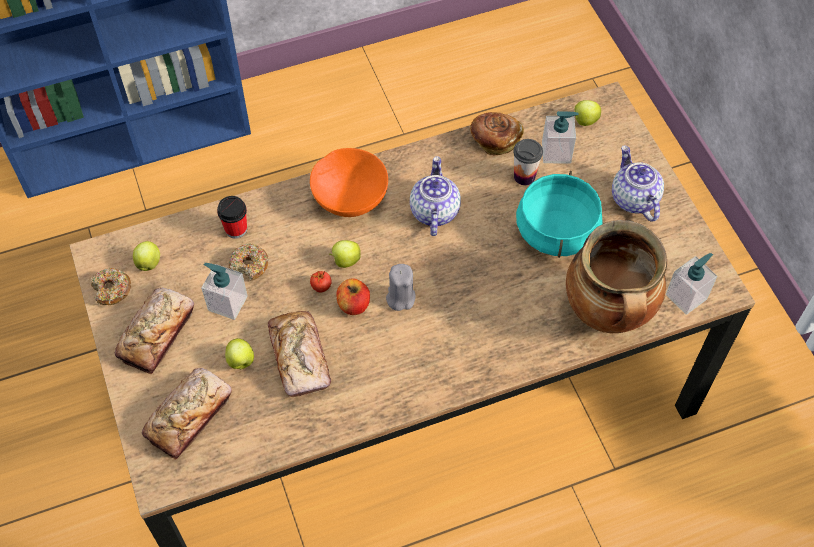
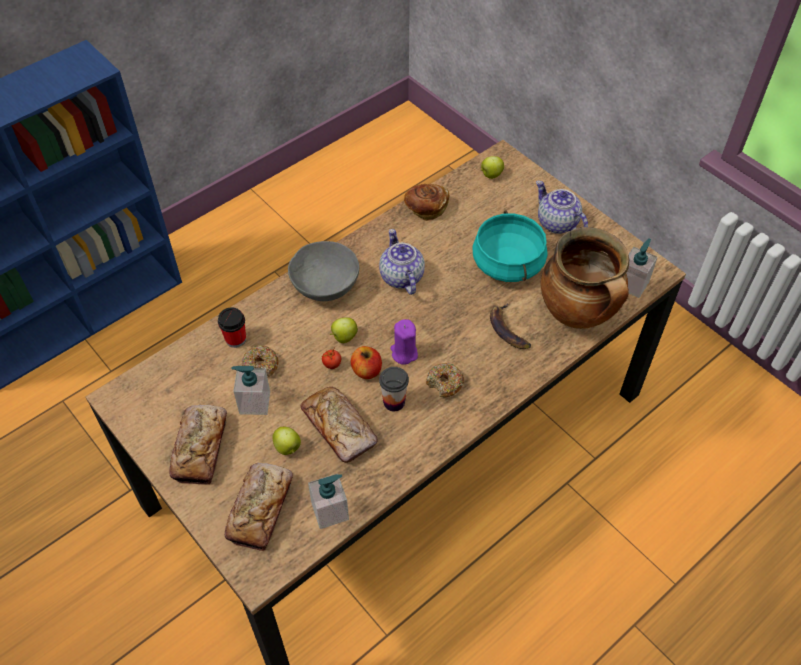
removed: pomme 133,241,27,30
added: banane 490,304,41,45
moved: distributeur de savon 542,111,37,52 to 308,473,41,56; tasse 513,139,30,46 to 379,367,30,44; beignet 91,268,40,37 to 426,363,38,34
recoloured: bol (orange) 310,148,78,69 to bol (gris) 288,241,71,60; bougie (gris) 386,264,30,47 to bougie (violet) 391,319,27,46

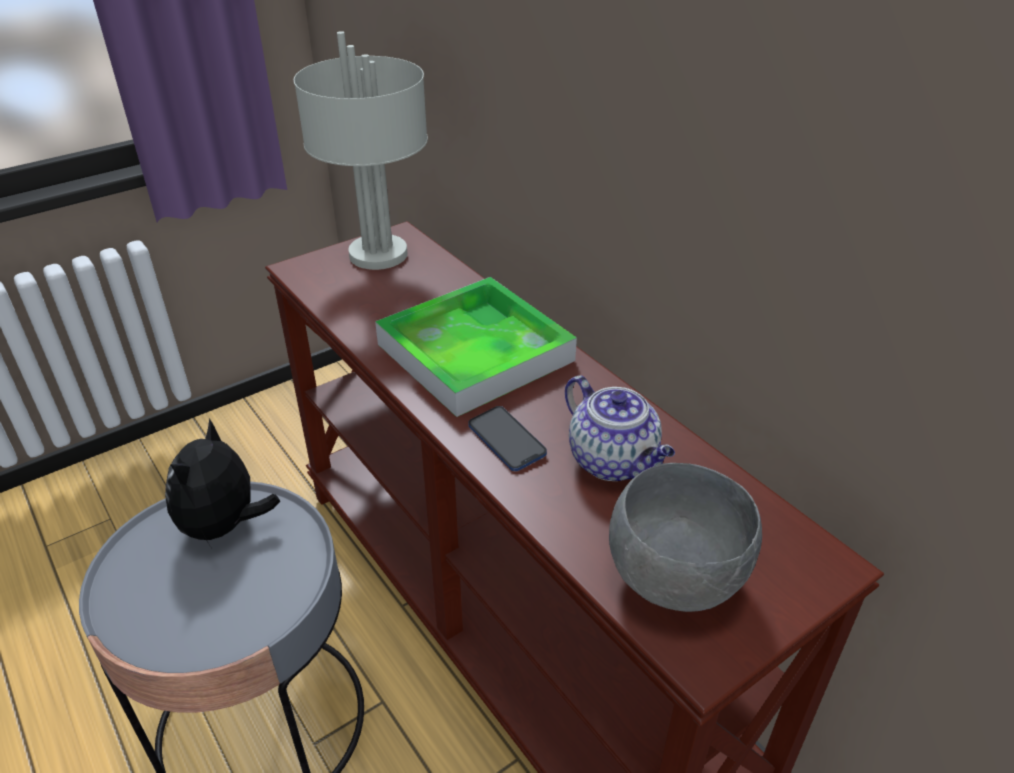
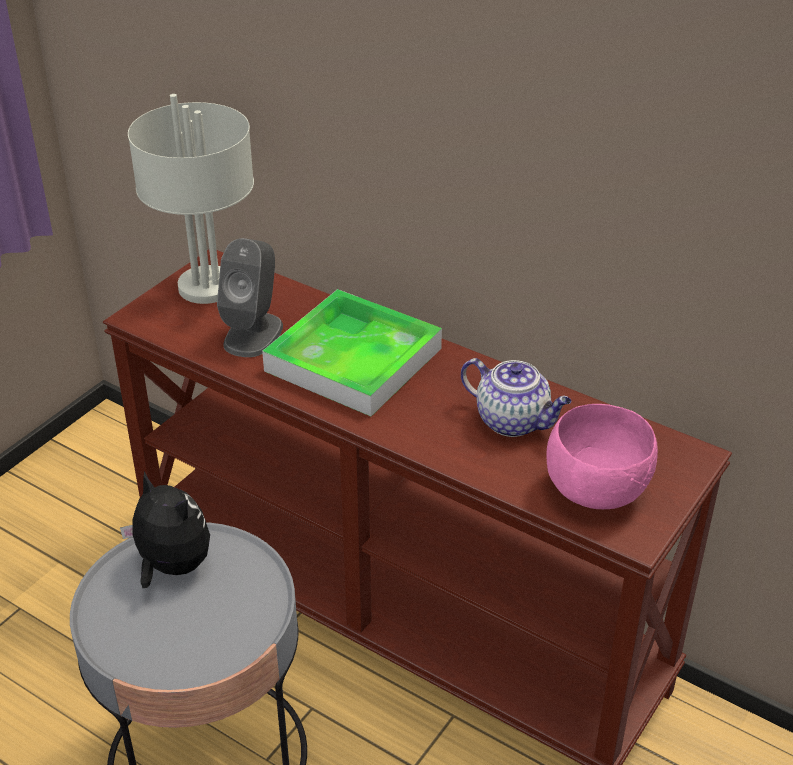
removed: téléphone 468,406,79,65
added: enceinte (gris) 217,238,66,119
recoloured: bol (gris) 609,463,153,149 to bol (rose) 546,404,112,105
turned: peluche 165,418,115,129 = 120,471,90,117 135 degrees clockwise

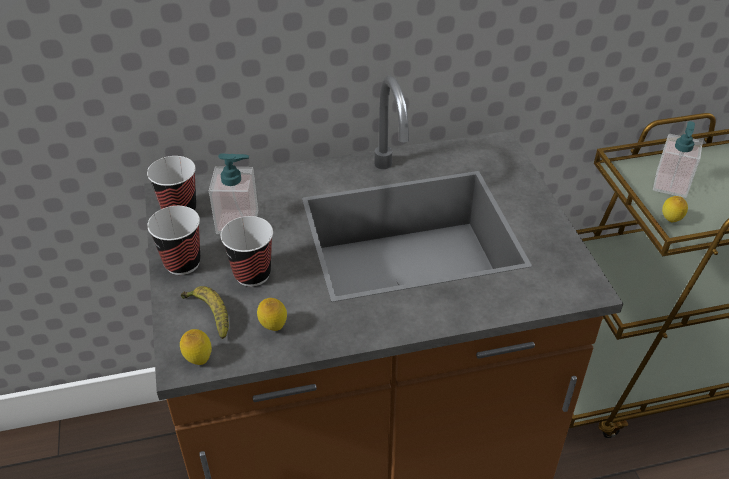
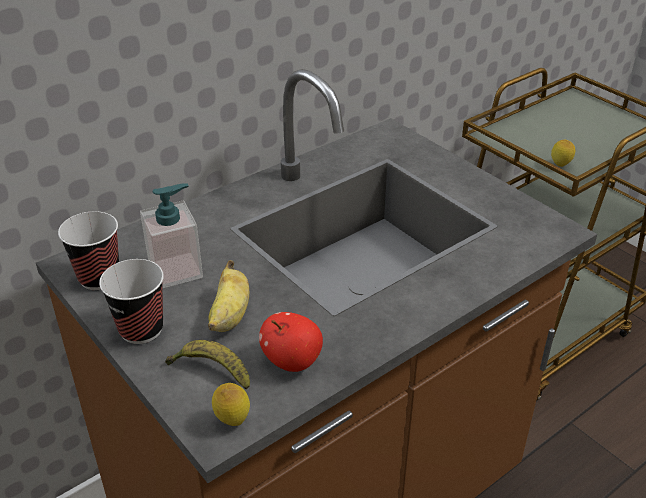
removed: distributeur de savon 653,121,50,77
replaced: tasse 220,216,53,71 to banane 208,260,41,72; citron 257,298,30,33 to pomme 259,312,64,60

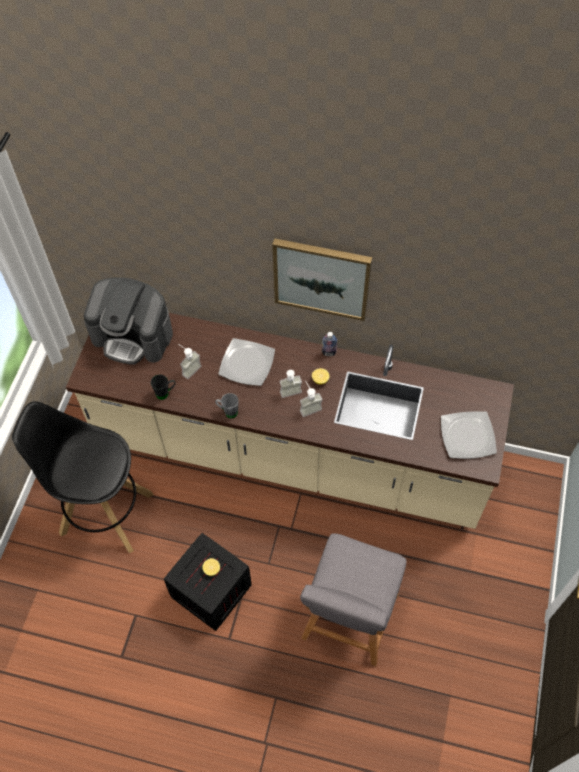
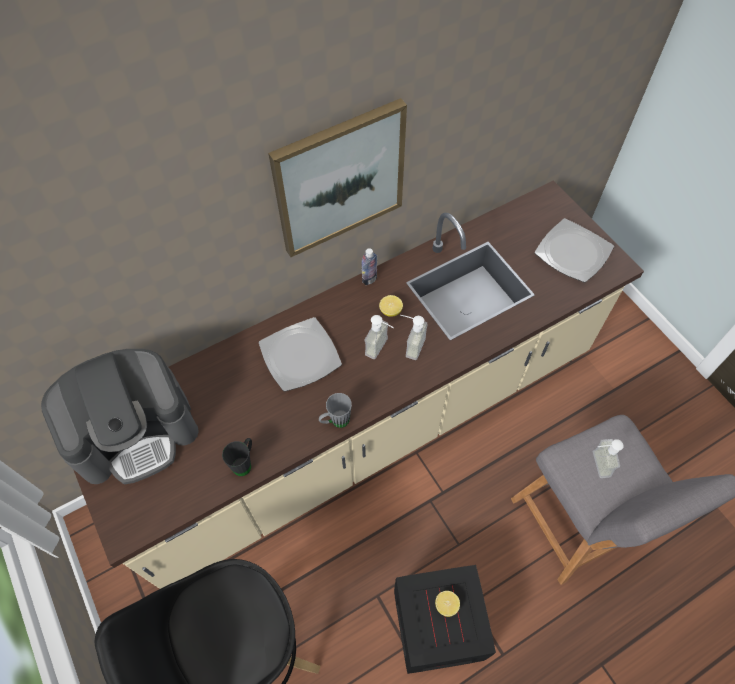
moved: distributeur de savon 178,344,24,35 to 593,439,31,39

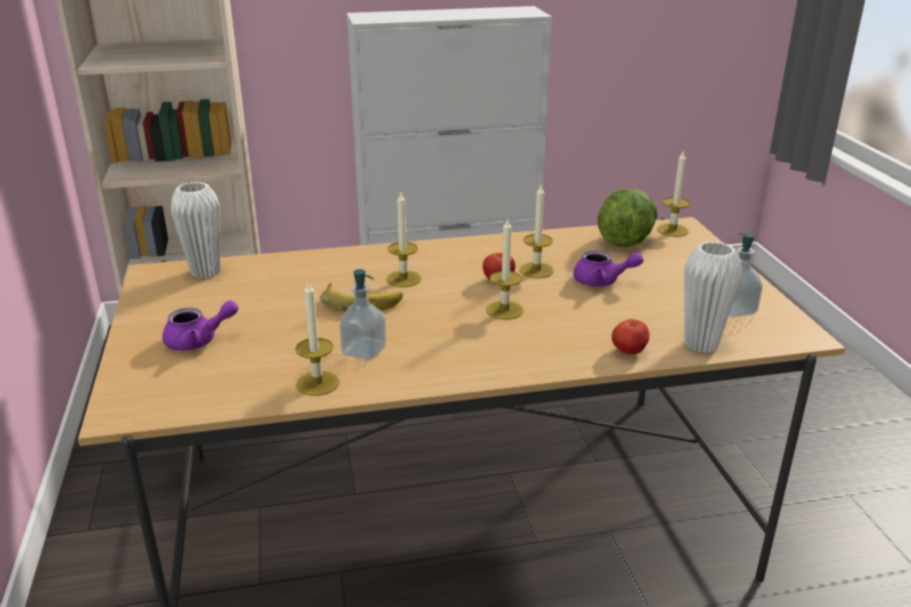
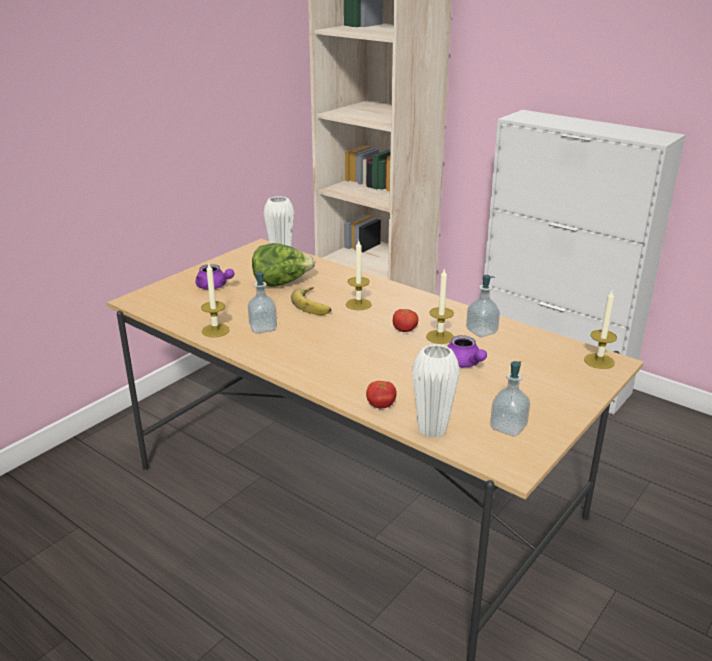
removed: bougie 486,218,37,102
added: distributeur de savon 466,275,34,62
moved: laitue 597,189,60,58 to 252,243,63,44

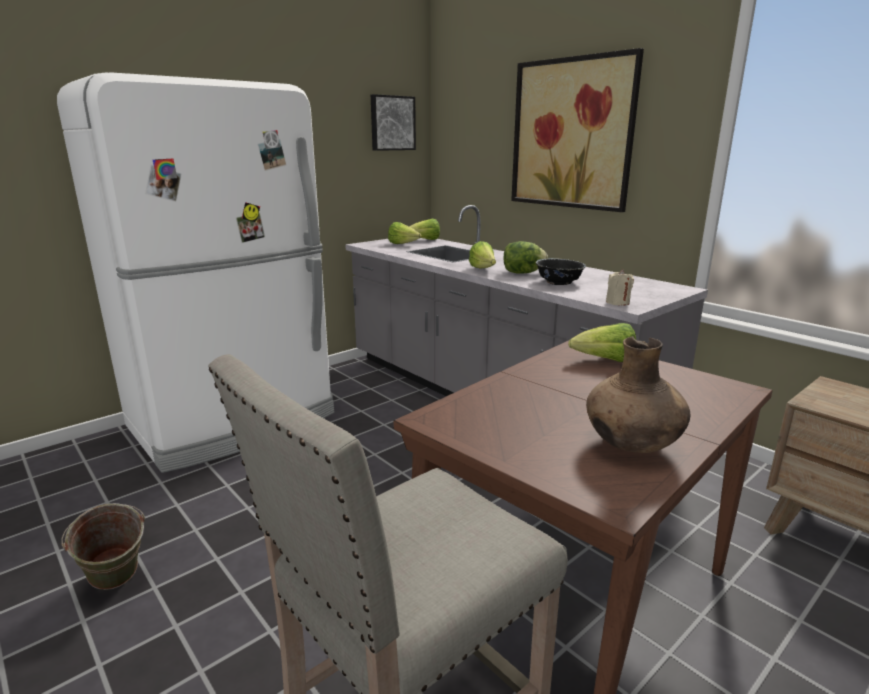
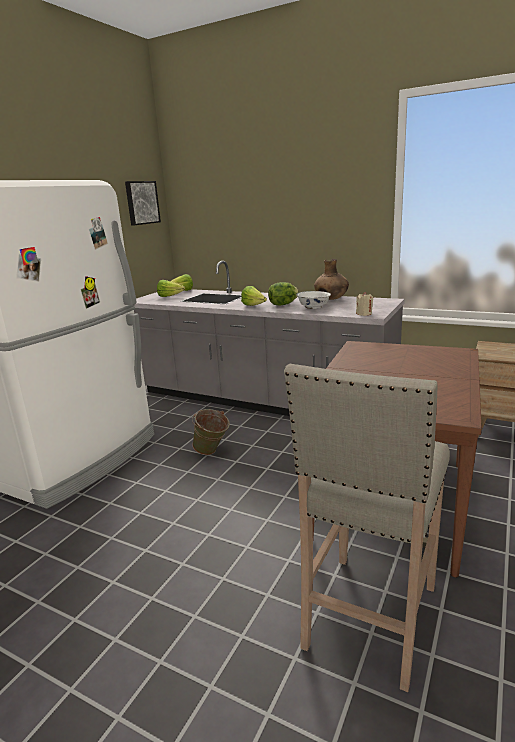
removed: tableau 511,48,133,164; laitue 568,323,68,39
moved: vase (marron) 586,337,105,116 to 314,259,35,41; seau (vert) 61,503,84,87 to 192,409,38,46
recoloured: bol (noir) 536,258,50,27 to bol (blanc) 296,291,35,18

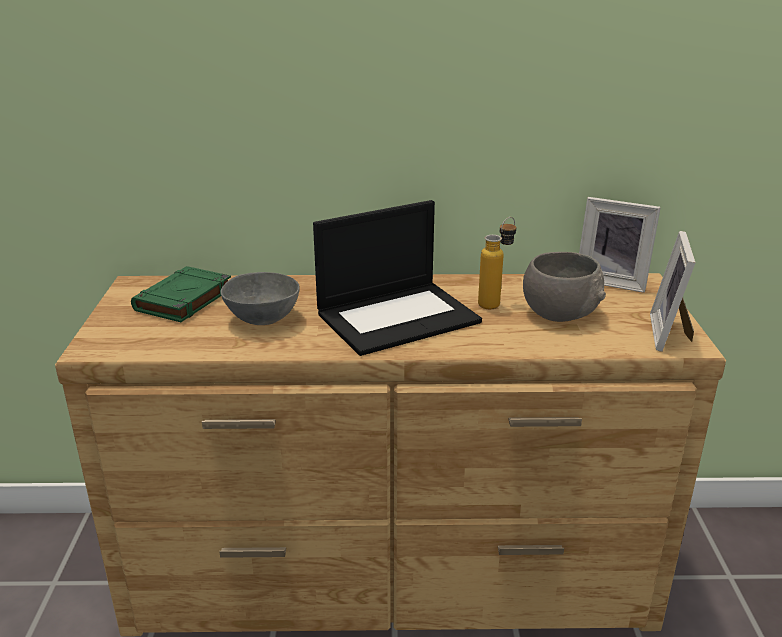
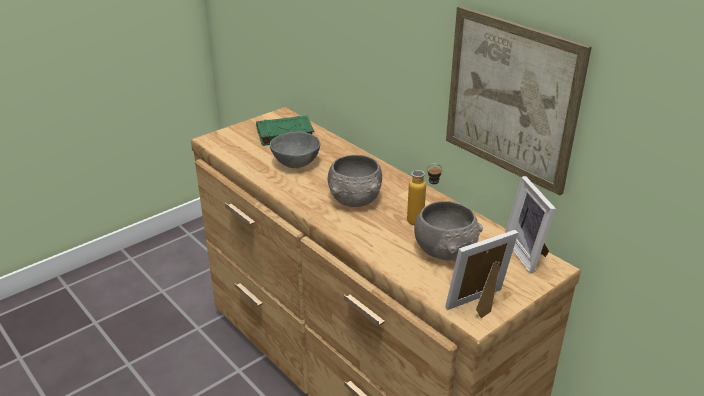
added: tableau 446,6,146,190
replaced: ordinateur portable 313,200,169,156 to bol (gris) 328,155,54,52

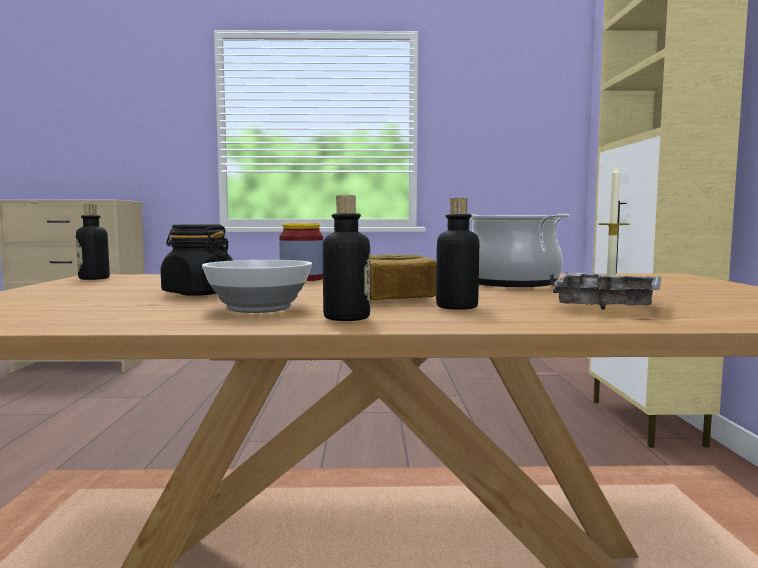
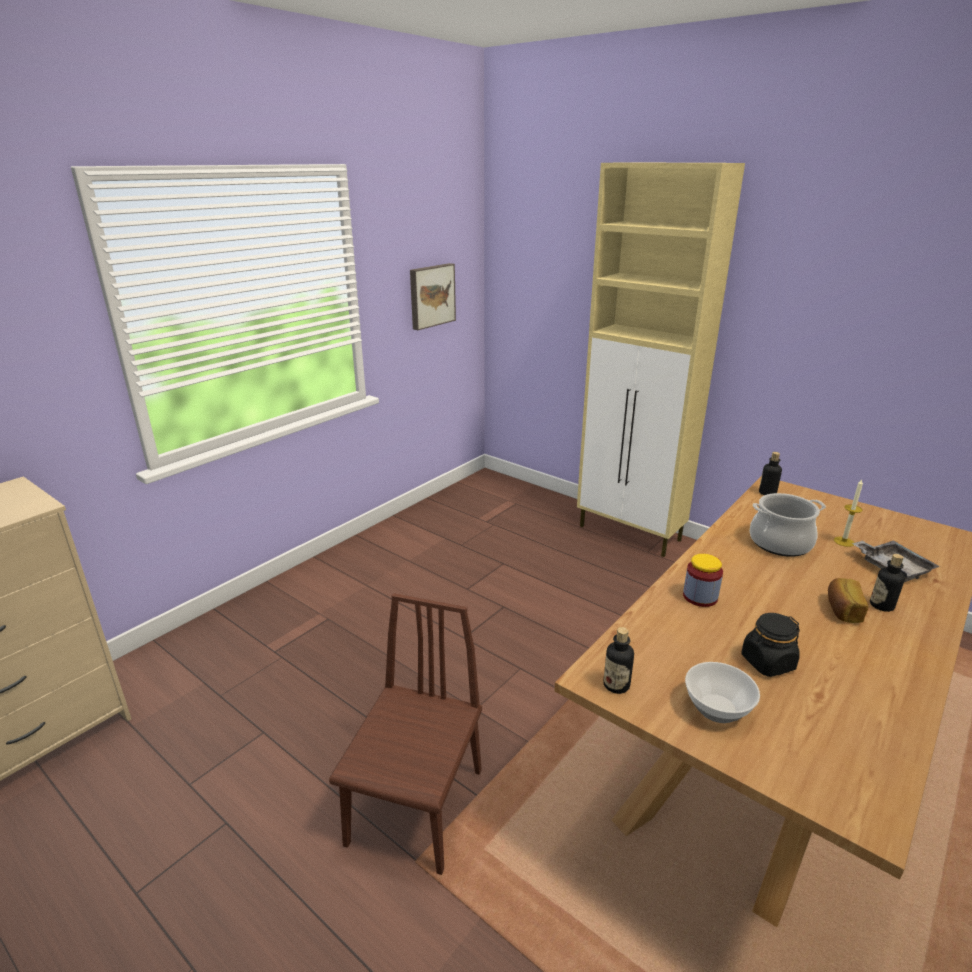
added: tableau 410,263,46,67; chaise (marron) 329,593,153,282
moved: bouteille 323,195,47,126 to 759,452,23,43; bol 202,260,110,53 to 685,662,75,61

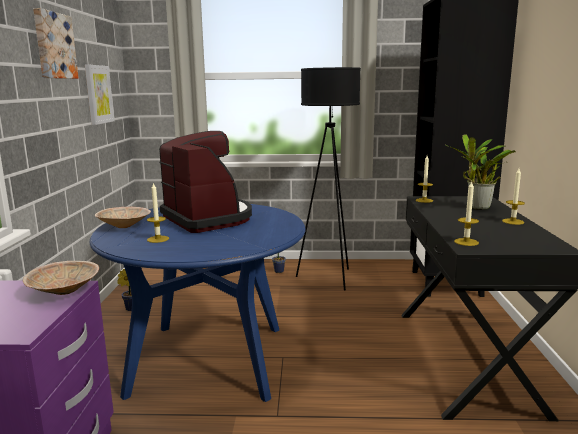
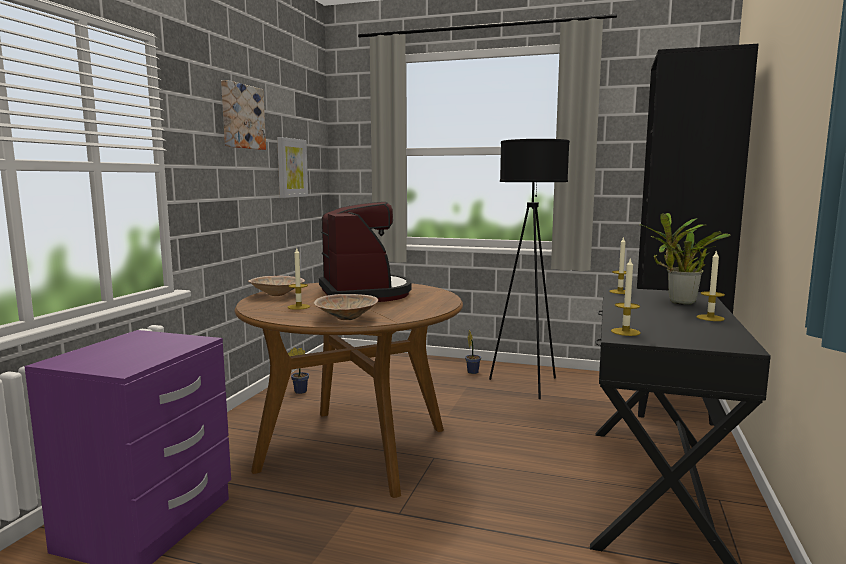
moved: bol (beige) 23,261,76,34 to 314,294,64,26
recoloured: table à manger (bleu) 90,204,215,198 to table à manger (marron) 234,283,229,215

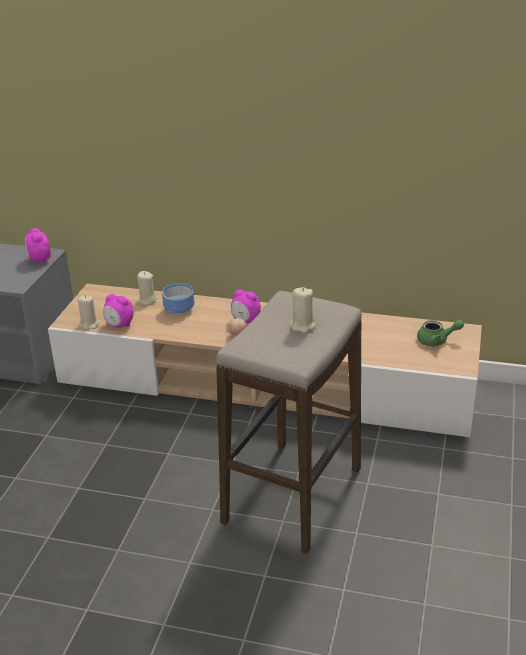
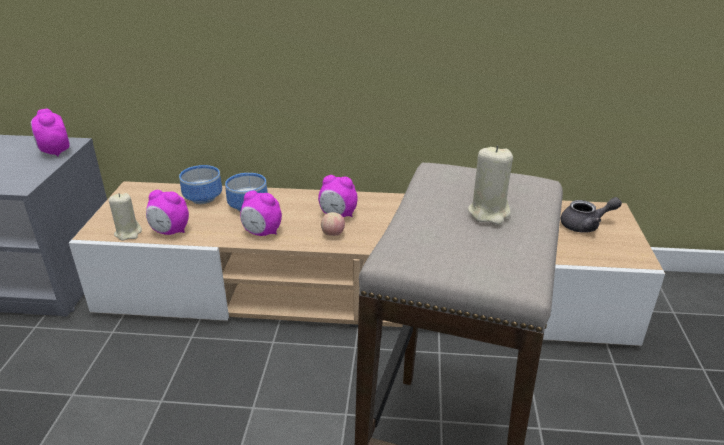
added: réveil 240,191,42,45
replaced: bougie (beige) 137,271,20,34 to bol 179,165,43,39
recoloured: théière (vert) 417,320,47,26 to théière (gris) 560,197,62,36

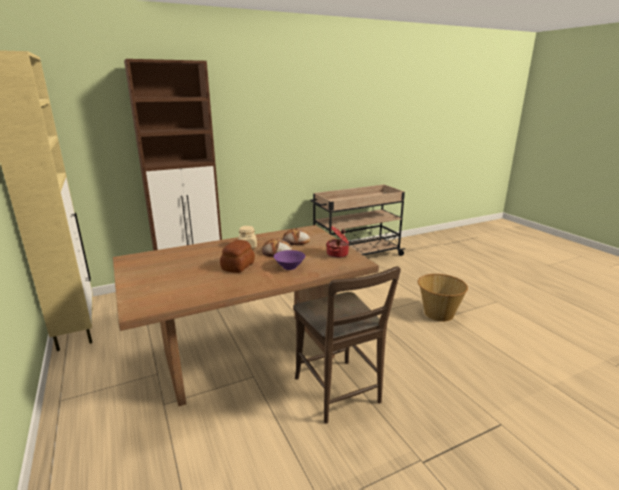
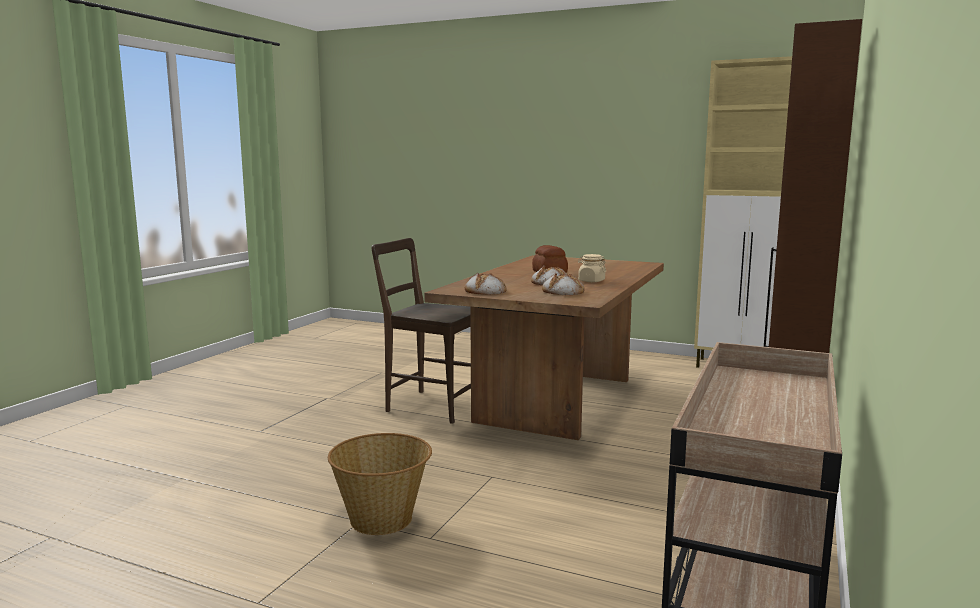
removed: bol (violet) 273,250,32,20
replaced: marmite 326,226,23,32 to pain 465,273,42,22

